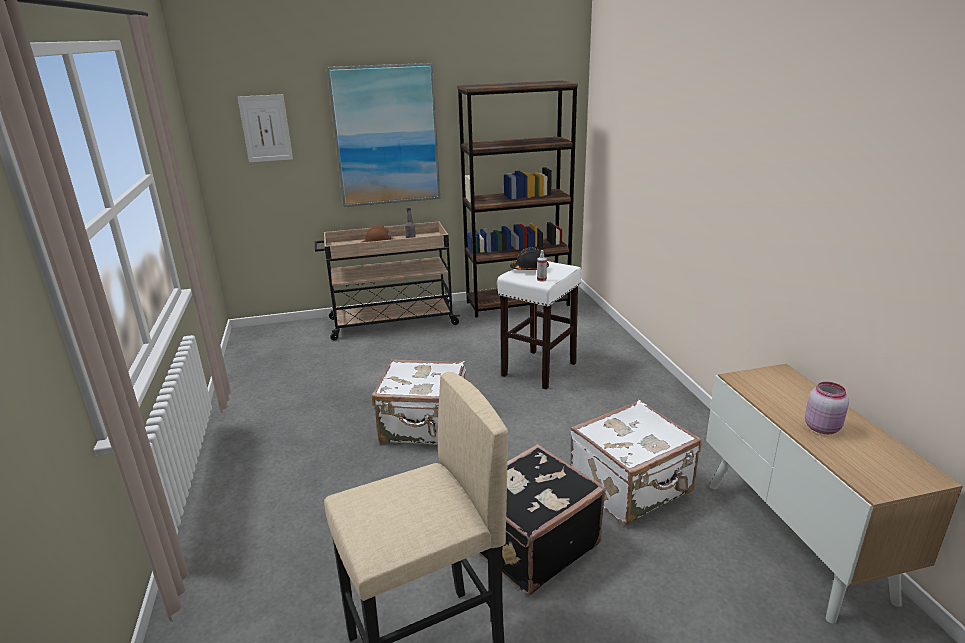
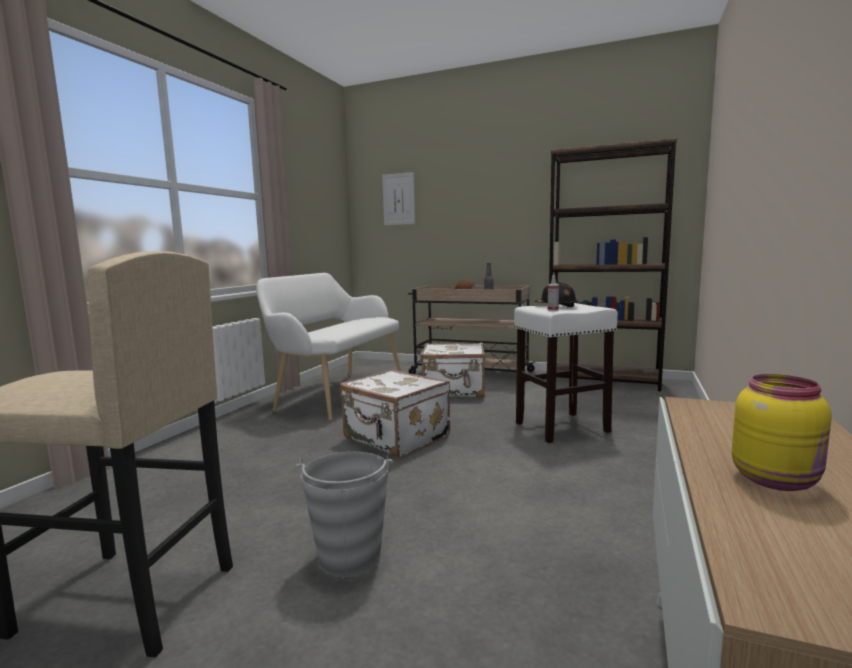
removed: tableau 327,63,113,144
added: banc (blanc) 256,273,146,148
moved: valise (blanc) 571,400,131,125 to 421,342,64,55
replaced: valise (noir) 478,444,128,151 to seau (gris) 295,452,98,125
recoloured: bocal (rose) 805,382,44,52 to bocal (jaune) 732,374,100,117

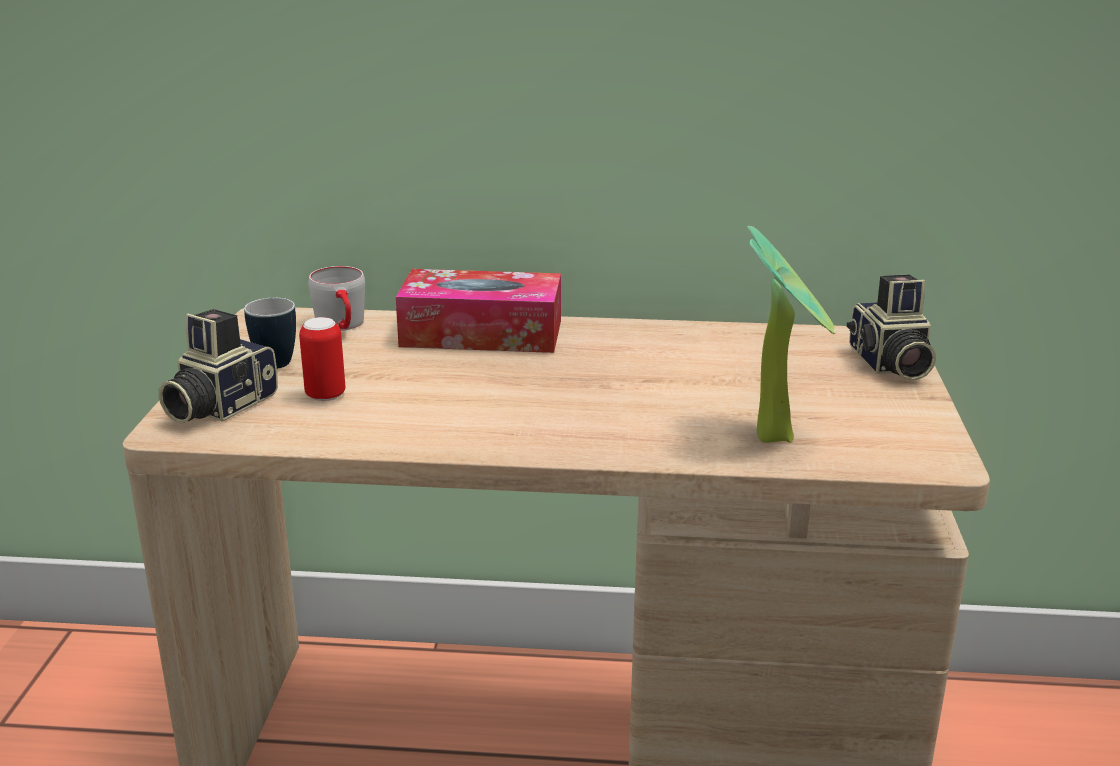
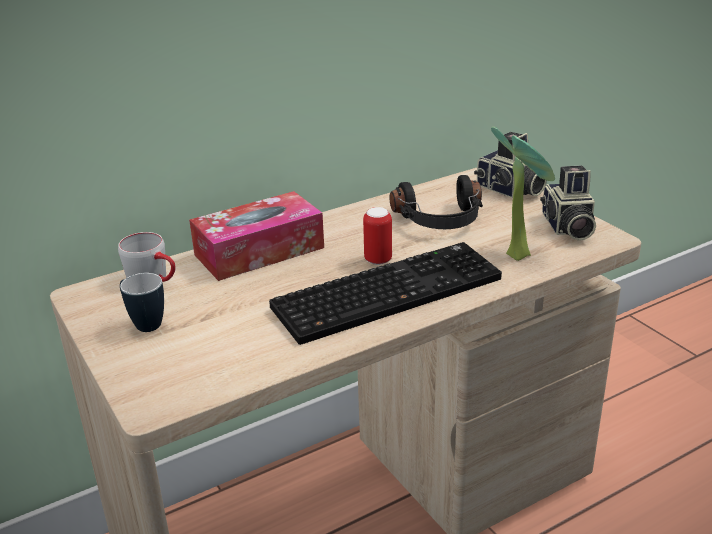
added: casque audio (noir) 389,175,94,54; clavier 269,242,233,103
moved: appareil photo 159,309,119,114 to 540,165,56,76; boîte métallique 299,317,47,84 to 363,207,29,58

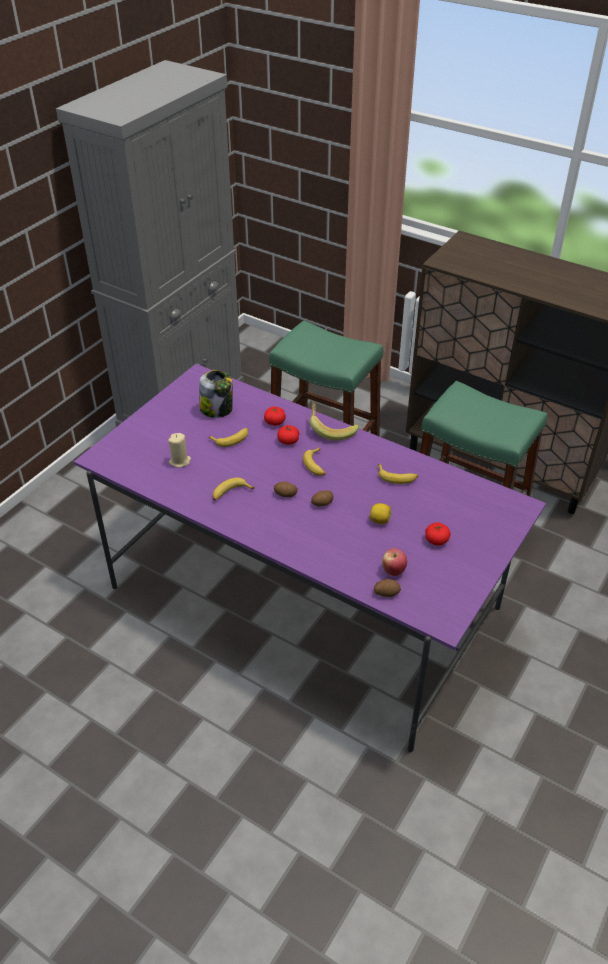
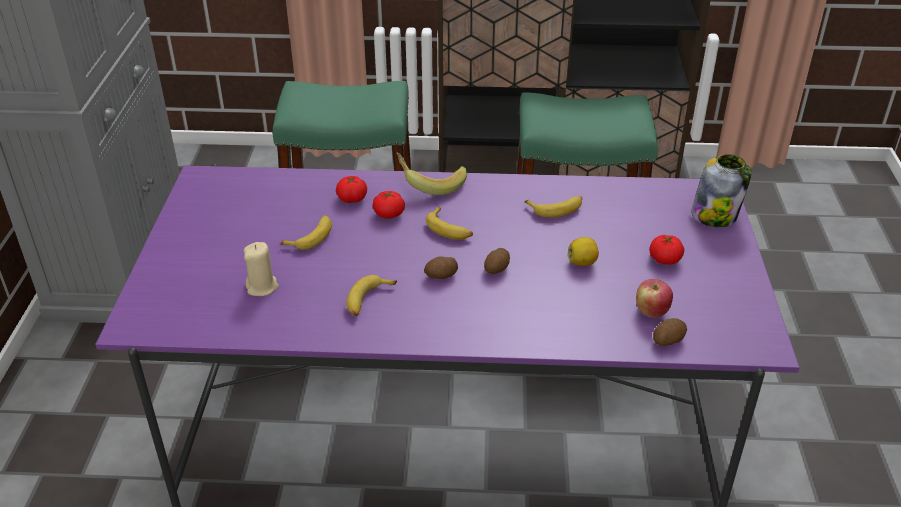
moved: bocal 199,370,34,48 to 691,154,61,73

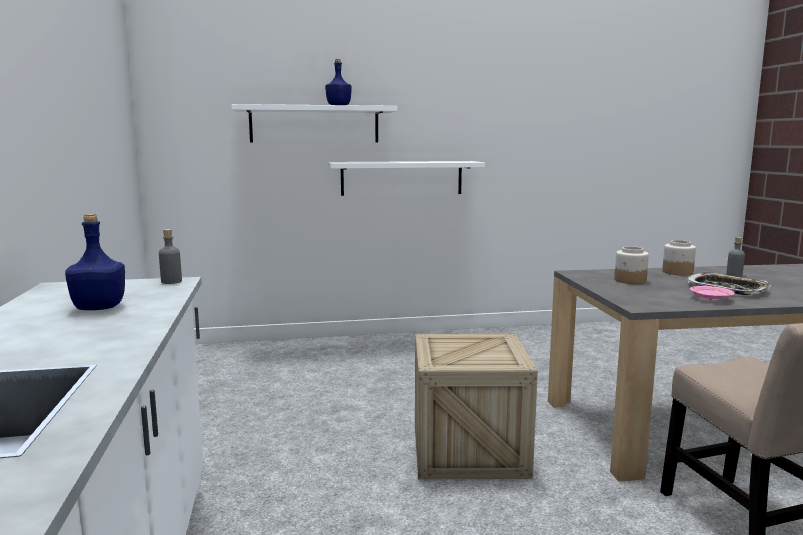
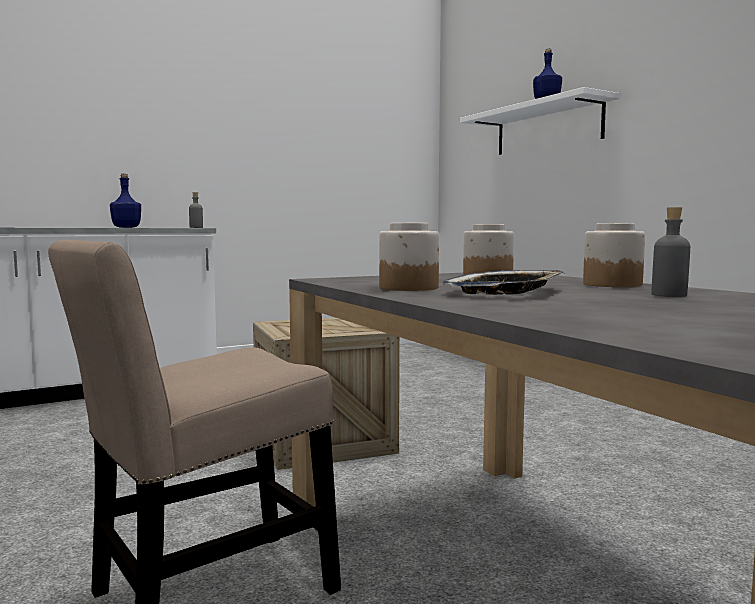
removed: étagère (blanc) 328,161,157,35
replaced: assiette (rose) 690,286,45,15 to bocal 379,223,60,68

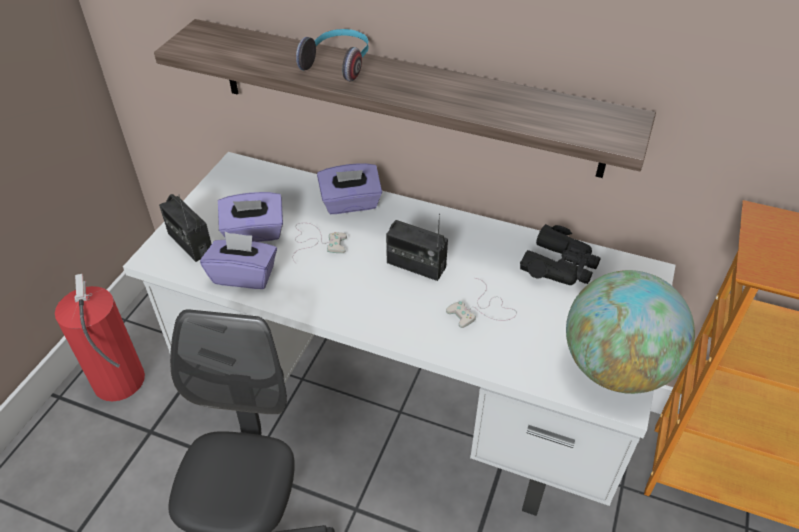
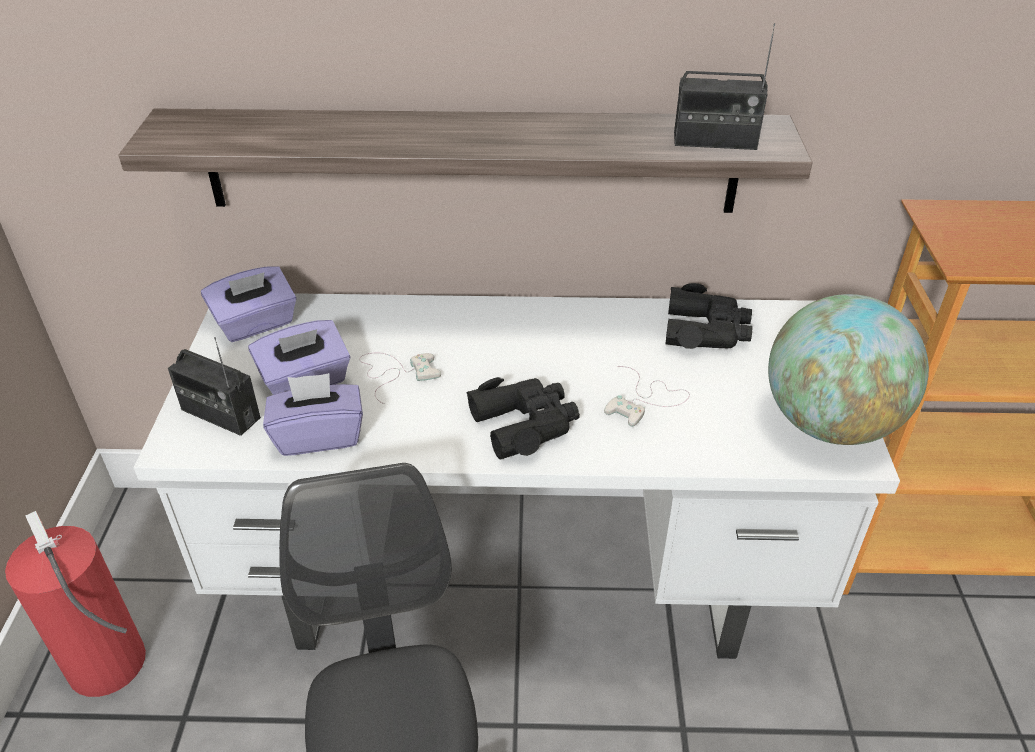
removed: casque audio 296,29,73,52
added: jumelles (noir) 467,377,113,82
moved: boîte à mouchoirs (violet) 317,163,65,51 to 201,266,96,76; radio 386,213,62,68 to 674,23,101,127

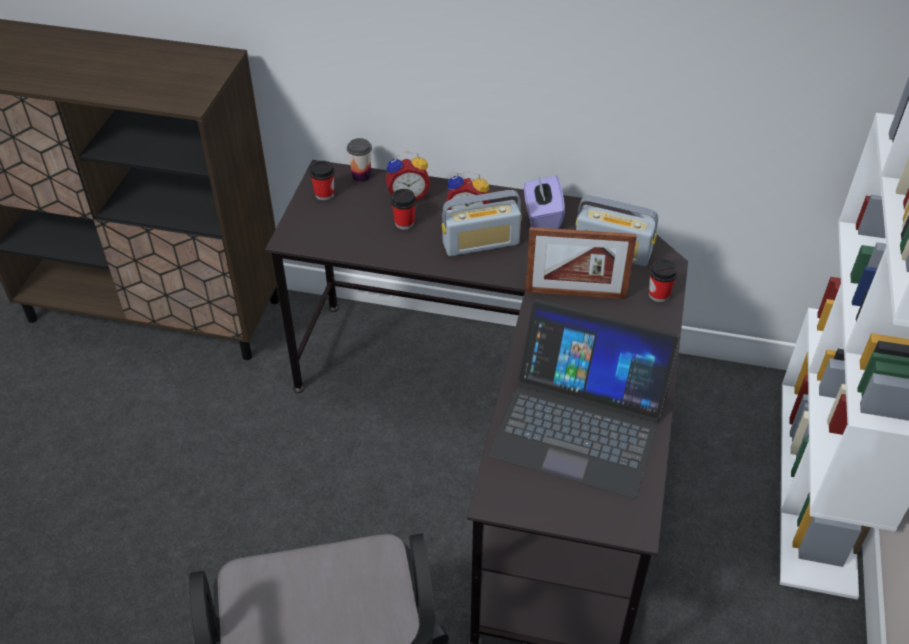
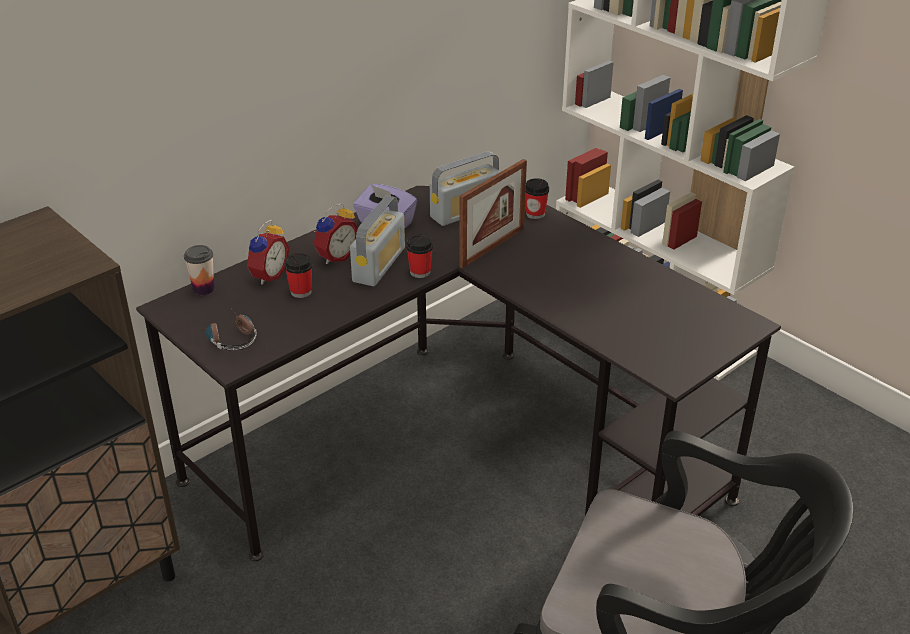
removed: ordinateur portable 488,299,192,200
added: casque audio 206,310,51,41
moved: tasse 310,161,25,40 to 406,234,27,44

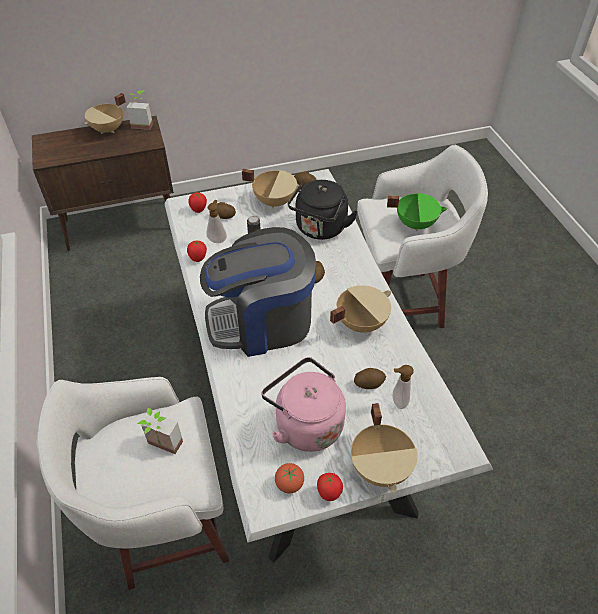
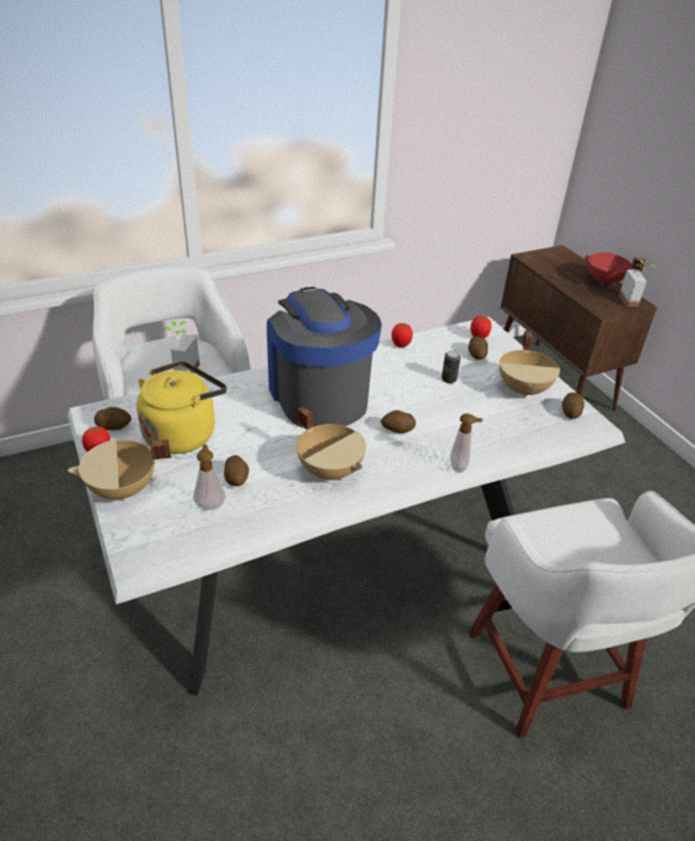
removed: bouilloire (noir) 288,180,70,60; marmite (vert) 387,193,61,38
moved: distributeur de savon 206,200,21,43 to 450,414,33,59
replaced: tomate 275,463,29,30 to pomme de terre 94,407,37,23
recoloured: marmite (beige) 85,93,41,41 to marmite (rouge) 583,252,63,34; bouilloire (rose) 261,357,85,95 to bouilloire (jaune) 137,361,90,93

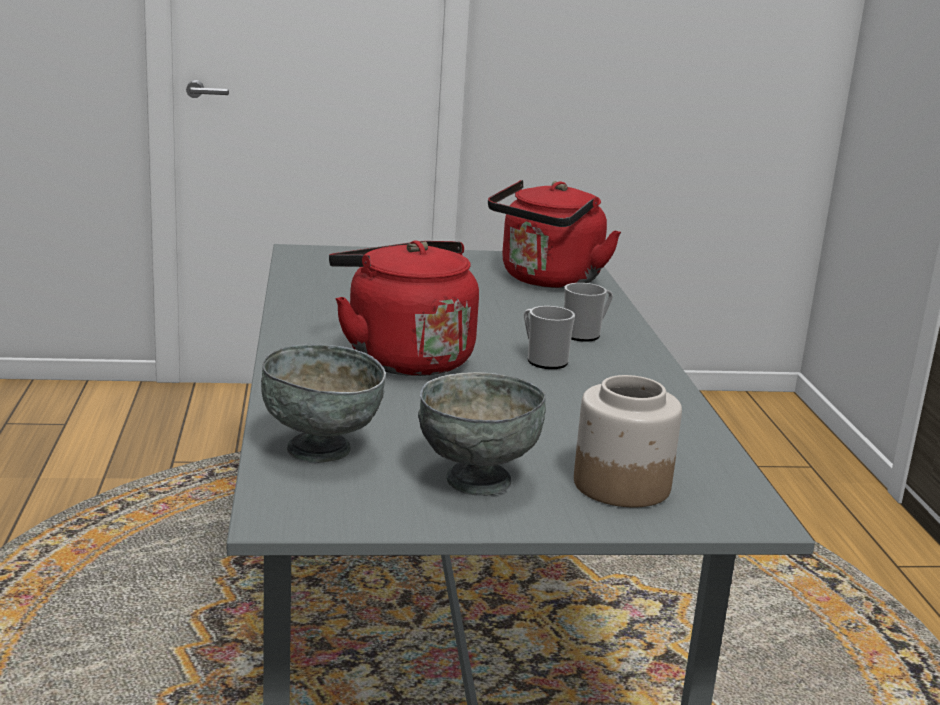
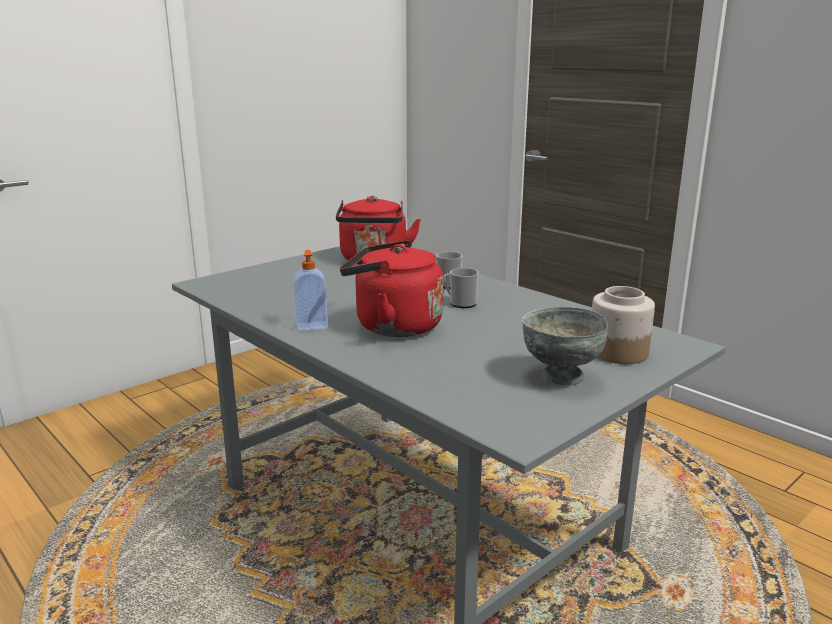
removed: bol (gris) 261,344,125,119
added: distributeur de savon 293,250,35,81

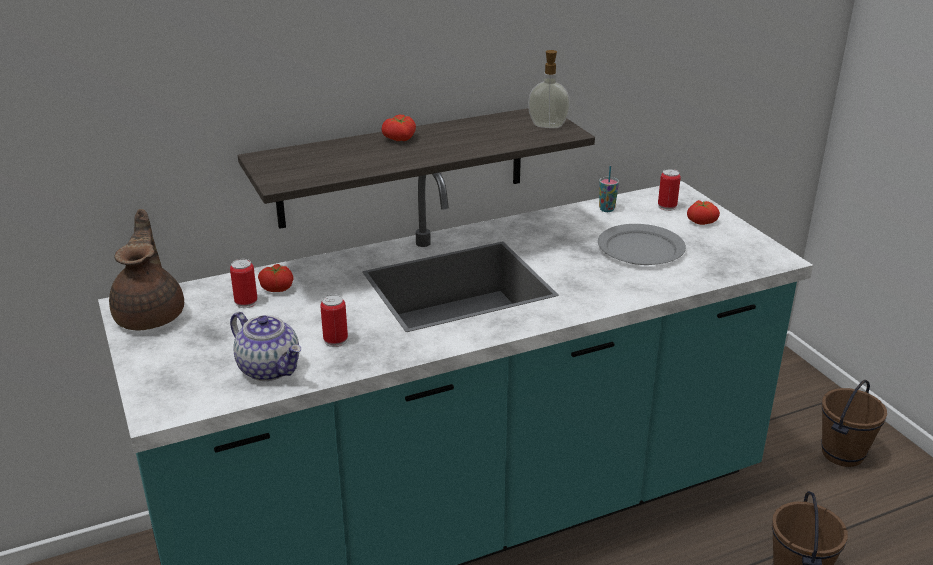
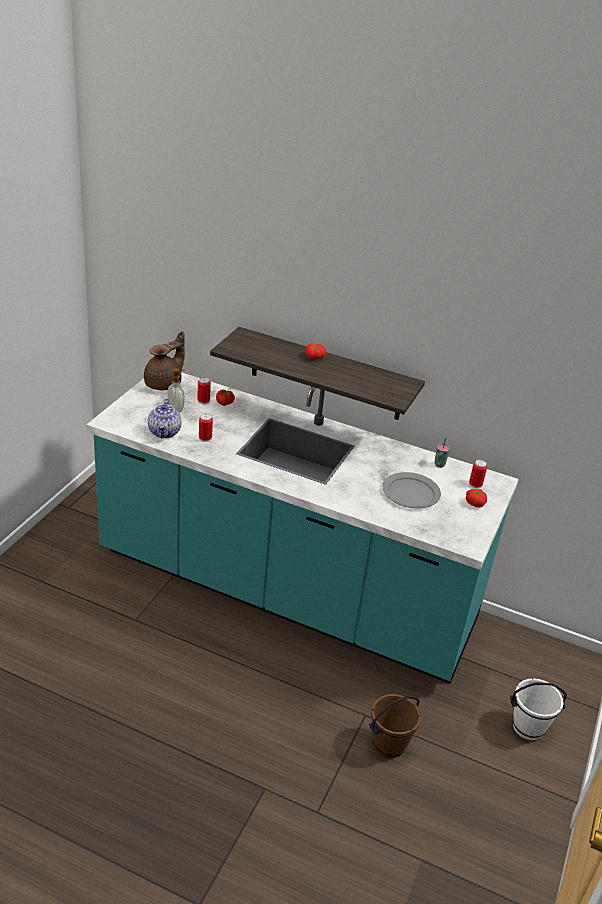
moved: distributeur de savon 528,50,42,78 to 168,368,17,45
recoloured: seau (marron) 821,380,66,87 to seau (blanc) 510,678,57,62

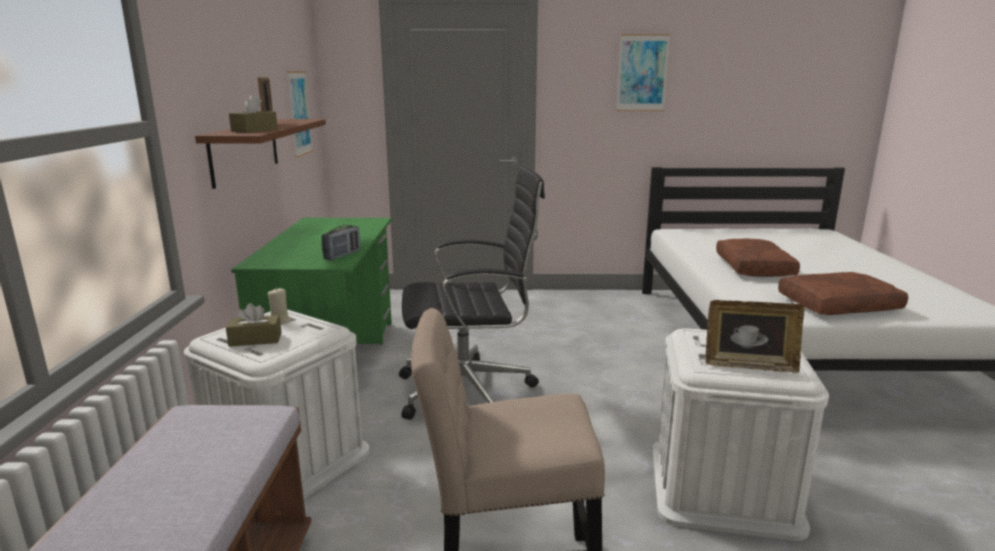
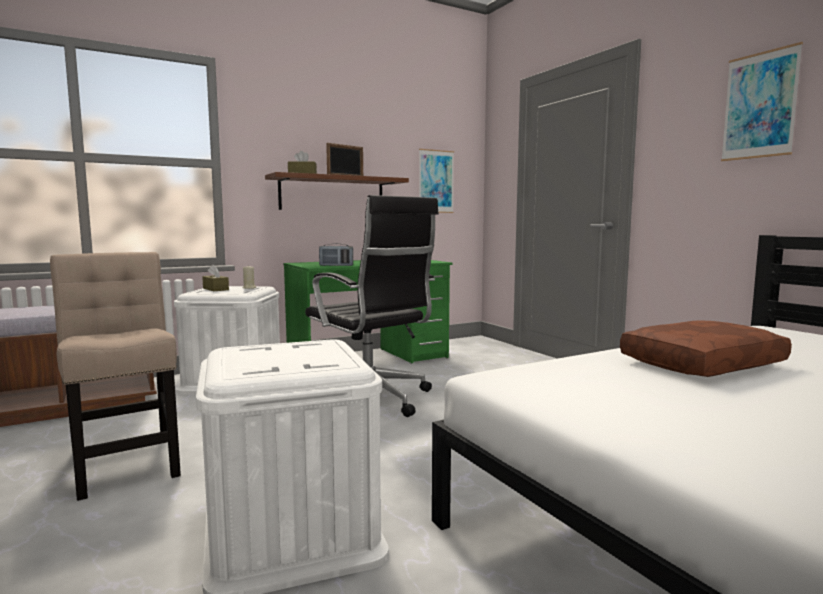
removed: coussin (marron) 778,272,130,43; cadre photo 706,300,99,73

